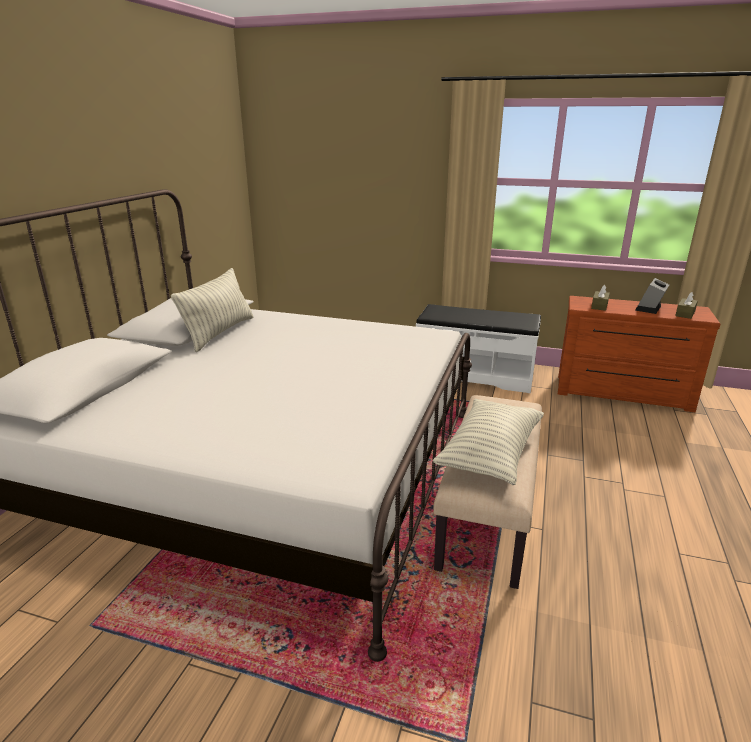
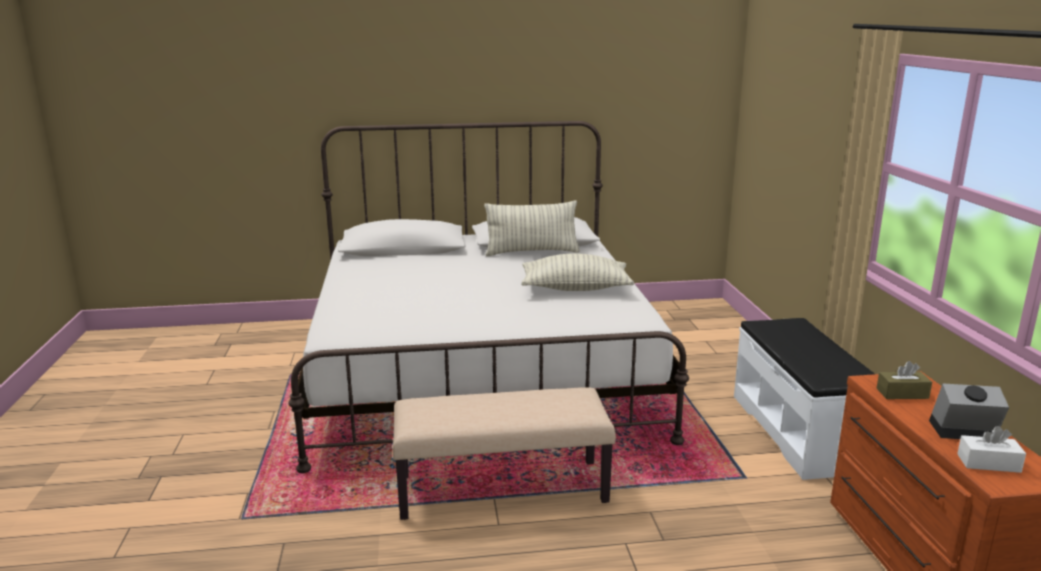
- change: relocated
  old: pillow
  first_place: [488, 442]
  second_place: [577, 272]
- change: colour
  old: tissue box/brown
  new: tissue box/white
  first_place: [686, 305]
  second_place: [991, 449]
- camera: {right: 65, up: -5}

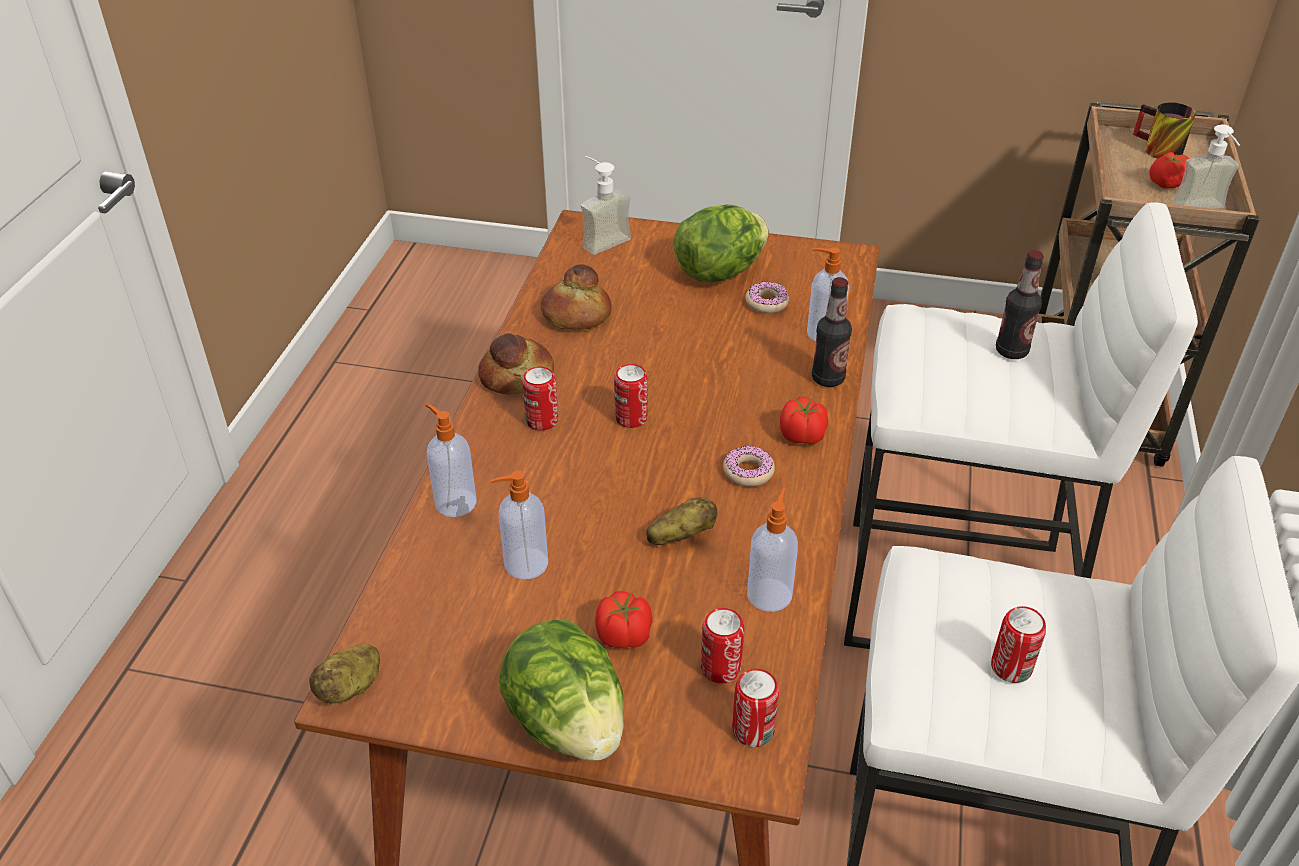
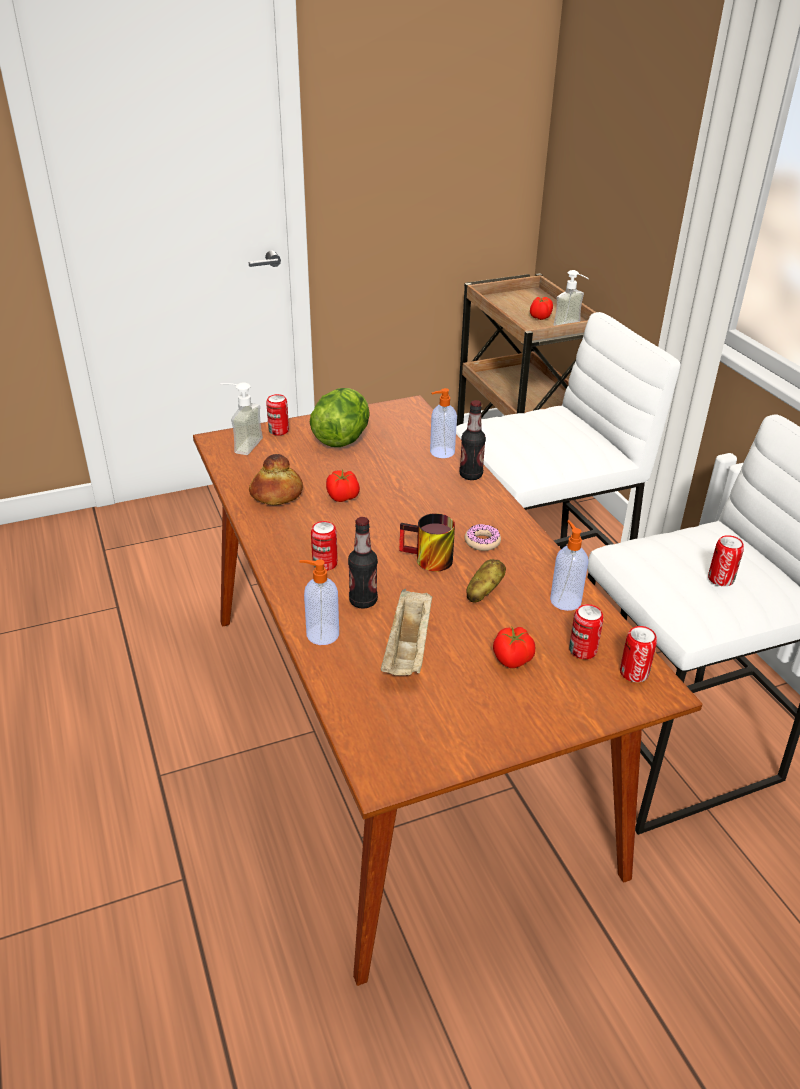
- change: relocated
  old: can
  first_place: [631, 396]
  second_place: [277, 415]
- change: relocated
  old: tomato
  first_place: [804, 420]
  second_place: [343, 486]
- change: relocated
  old: bottle
  first_place: [1020, 304]
  second_place: [363, 563]
- change: exchanged
  old: soap dispenser
  new: tray/beige
  first_place: [519, 525]
  second_place: [407, 632]
- change: relocated
  old: mug
  first_place: [1164, 130]
  second_place: [427, 542]
- change: missing
  old: potato
  first_place: [344, 674]
- change: missing
  old: bread
  first_place: [516, 364]
- change: missing
  old: lettuce
  first_place: [562, 690]
- change: missing
  old: donut
  first_place: [767, 298]
- camera: {right: -35, up: -5}

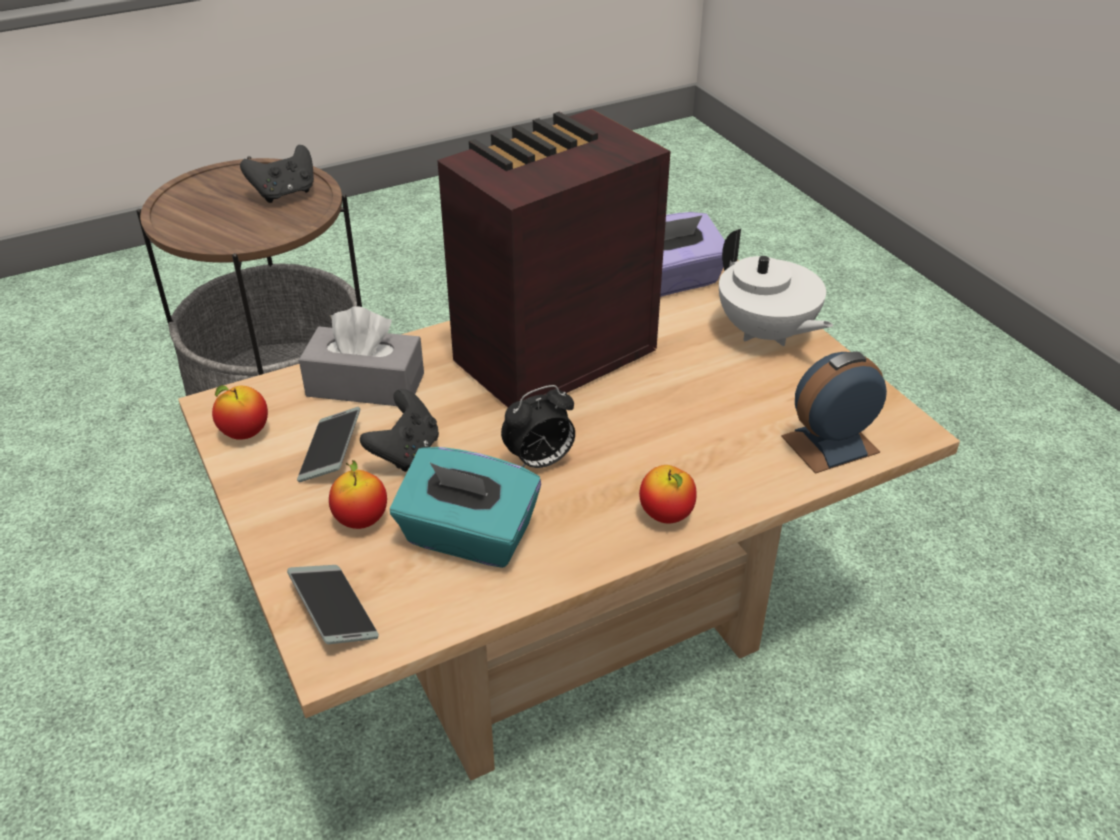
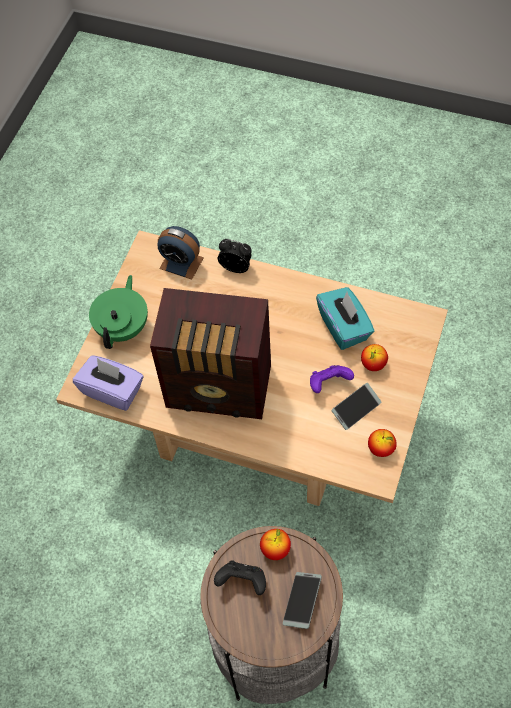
- change: colour
  old: teapot/white
  new: teapot/green
  first_place: [776, 287]
  second_place: [118, 312]
- change: relocated
  old: alarm clock
  first_place: [538, 426]
  second_place: [235, 256]
- change: relocated
  old: apple
  first_place: [668, 494]
  second_place: [275, 544]
- change: relocated
  old: phone
  first_place: [333, 604]
  second_place: [302, 600]
- change: colour
  old: game controller/black
  new: game controller/purple
  first_place: [399, 430]
  second_place: [332, 379]
- change: missing
  old: tissue box/grey
  first_place: [361, 356]
- camera: {right: -130, up: 20}

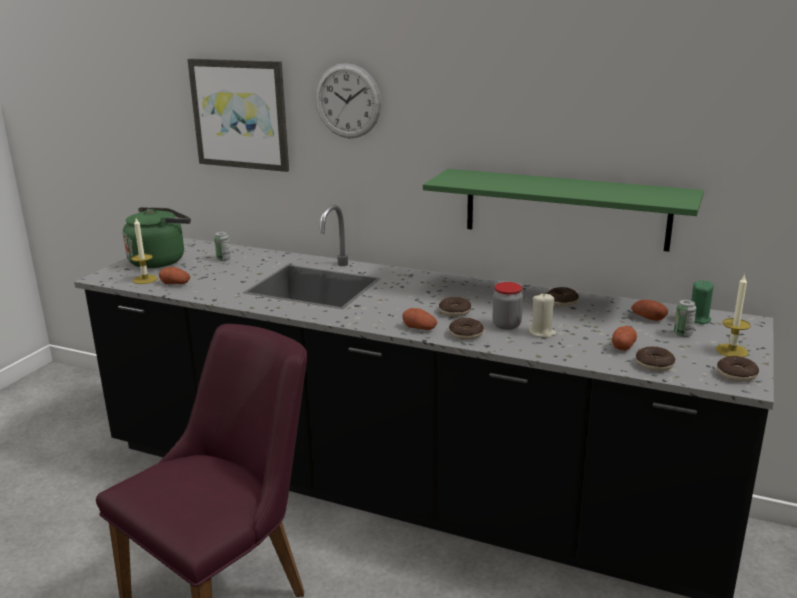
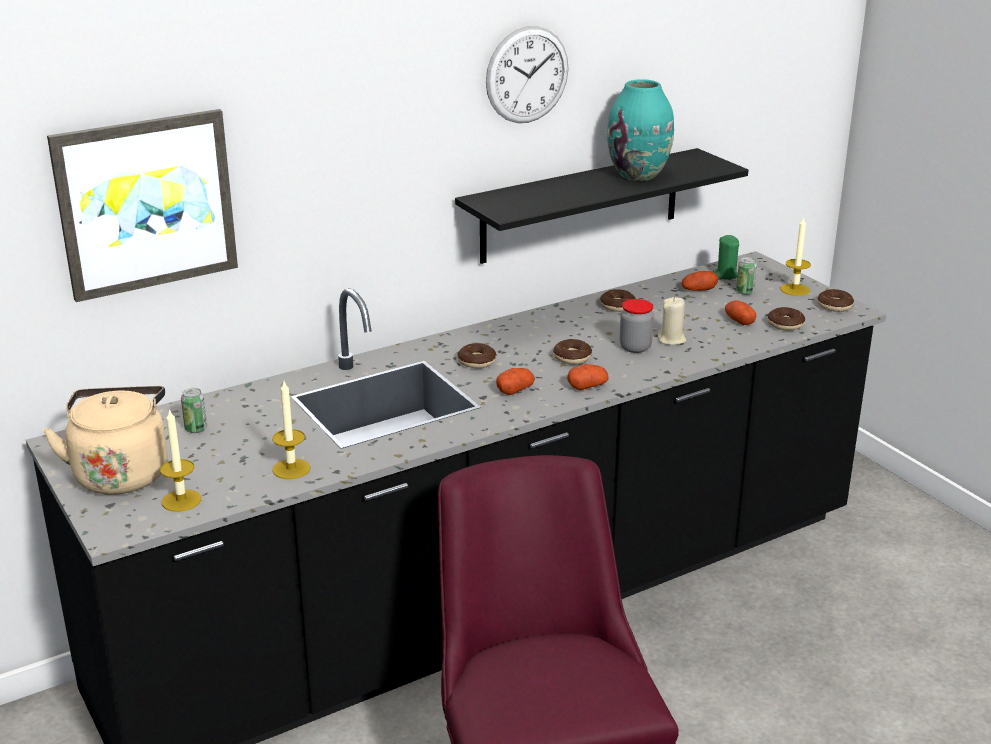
- change: colour
  old: kettle/green
  new: kettle/beige
  first_place: [157, 237]
  second_place: [105, 440]
- change: appeared
  new: candle
  second_place: [291, 430]
- change: colour
  old: shelf/green
  new: shelf/black
  first_place: [563, 210]
  second_place: [601, 206]
- change: relocated
  old: donut
  first_place: [466, 329]
  second_place: [477, 355]
- change: relocated
  old: wall clock
  first_place: [348, 100]
  second_place: [527, 74]
- change: relocated
  old: potato
  first_place: [174, 275]
  second_place: [515, 381]
- change: appeared
  new: vase/turquoise
  second_place: [640, 130]
- camera: {right: -55, up: 5}

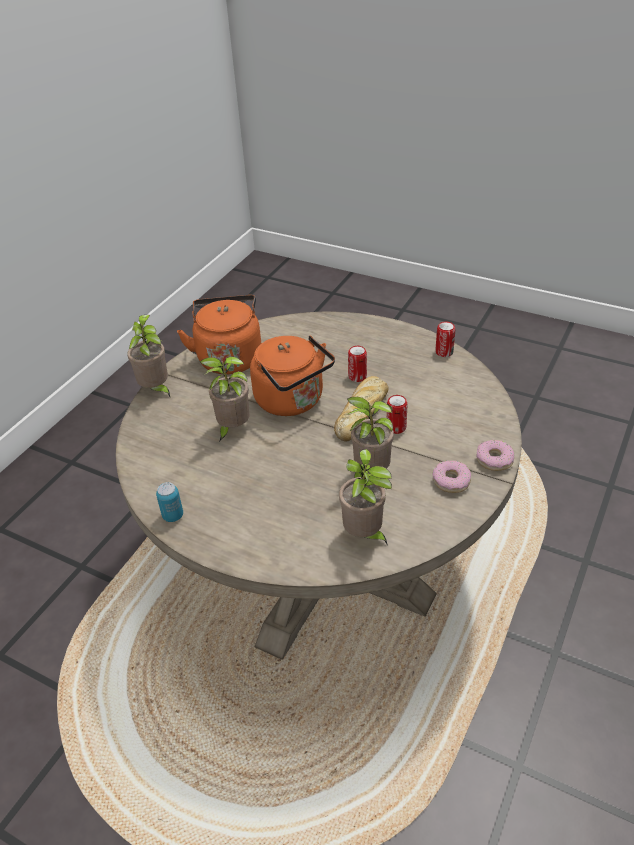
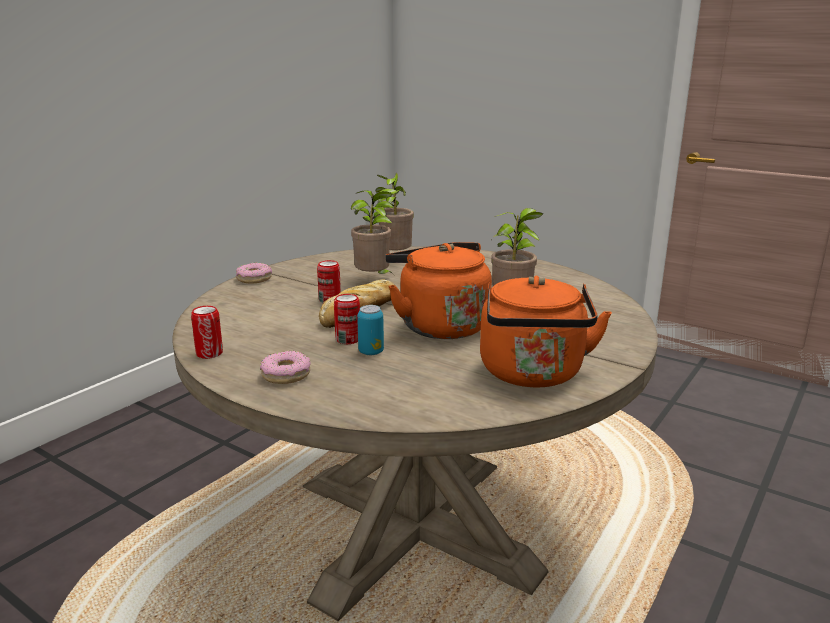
- change: relocated
  old: donut
  first_place: [451, 477]
  second_place: [285, 367]
- change: relocated
  old: can
  first_place: [169, 502]
  second_place: [370, 330]
- change: missing
  old: potted plant
  first_place: [148, 356]
- camera: {right: -175, up: -20}

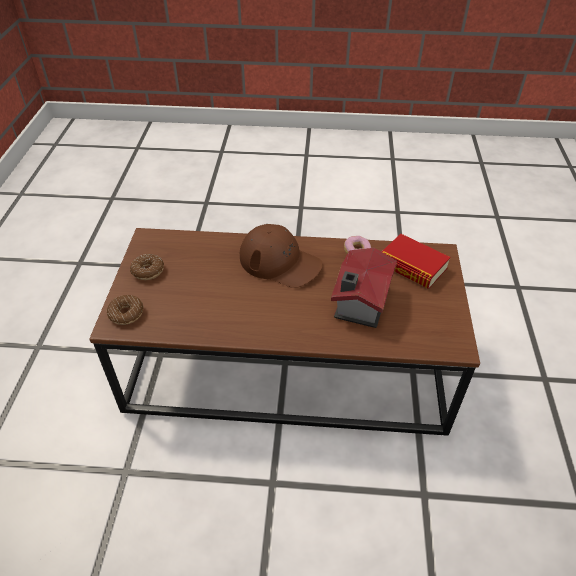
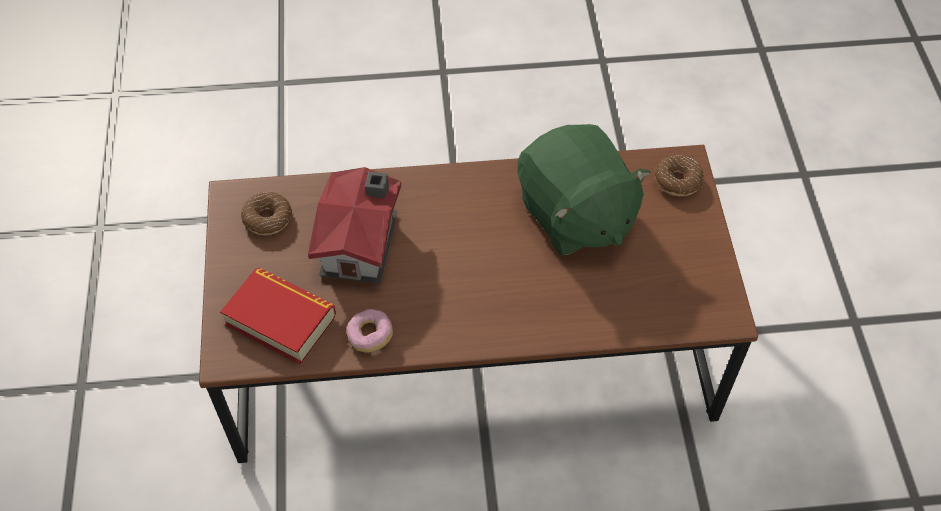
- change: relocated
  old: donut
  first_place: [147, 267]
  second_place: [266, 213]
- change: appeared
  new: plush toy/green
  second_place: [584, 189]
- change: missing
  old: cap/brown
  first_place: [281, 256]
- camera: {right: 170, up: 10}

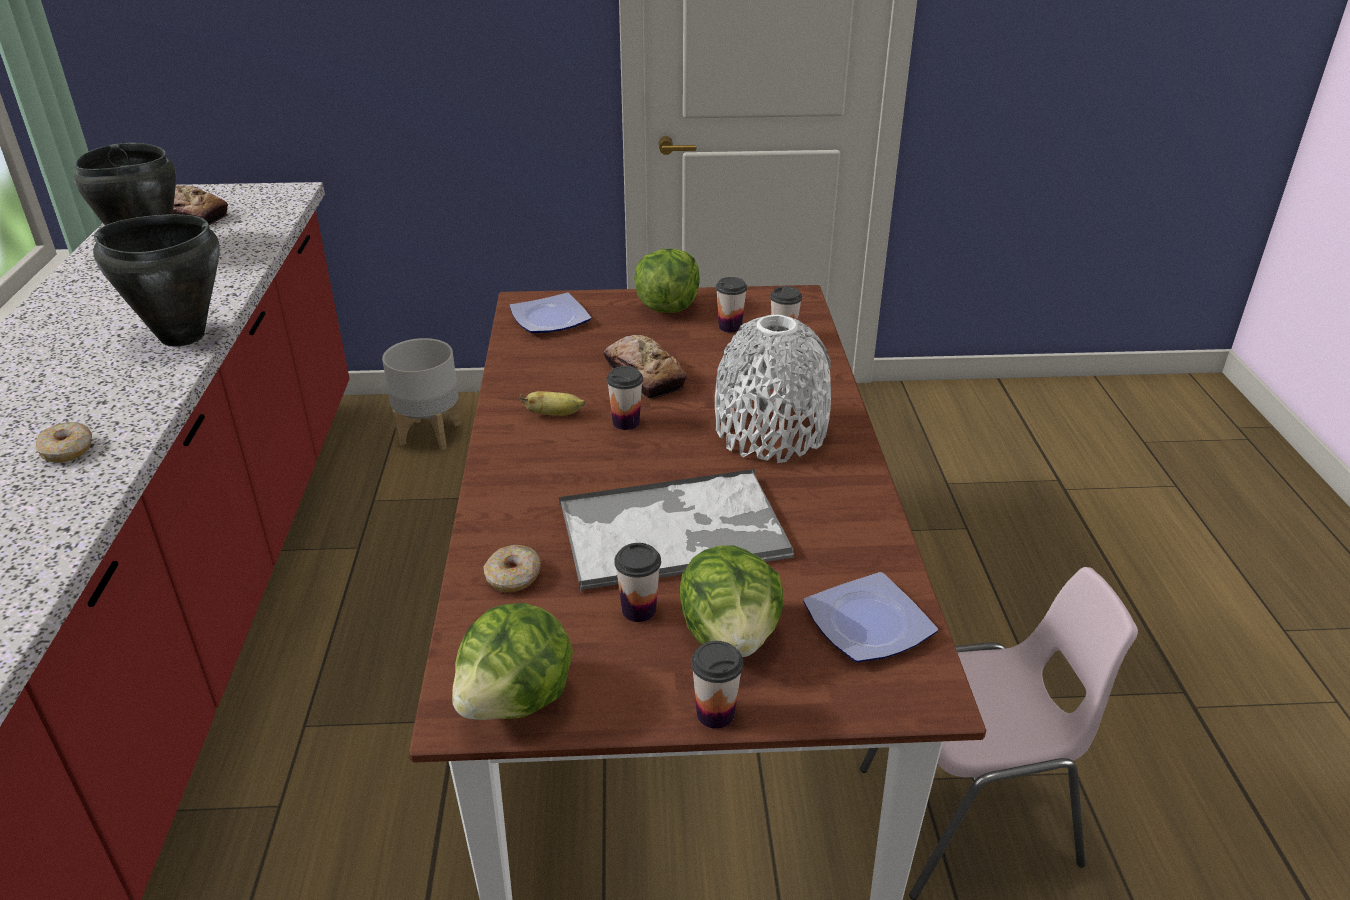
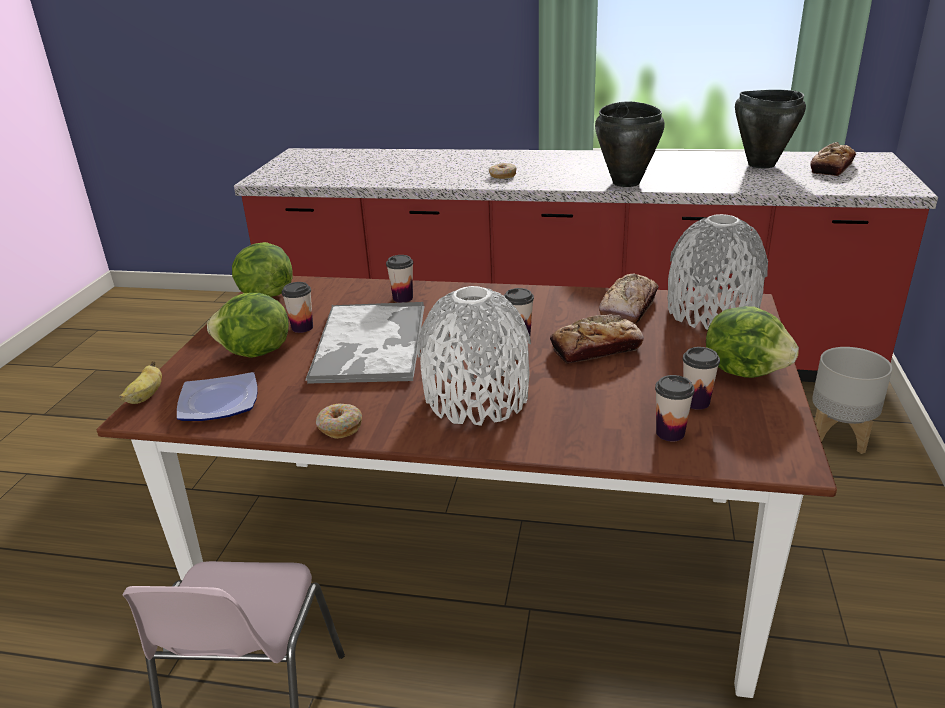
- change: relocated
  old: banana
  first_place: [552, 403]
  second_place: [140, 382]
- change: relocated
  old: donut
  first_place: [512, 568]
  second_place: [339, 421]
- change: relocated
  old: cup
  first_place: [717, 685]
  second_place: [399, 279]
- change: appeared
  new: bread
  second_place: [629, 299]
- change: exchanged
  old: plate
  new: vase/grey
  first_place: [550, 313]
  second_place: [717, 272]
- camera: {right: 105, up: -5}

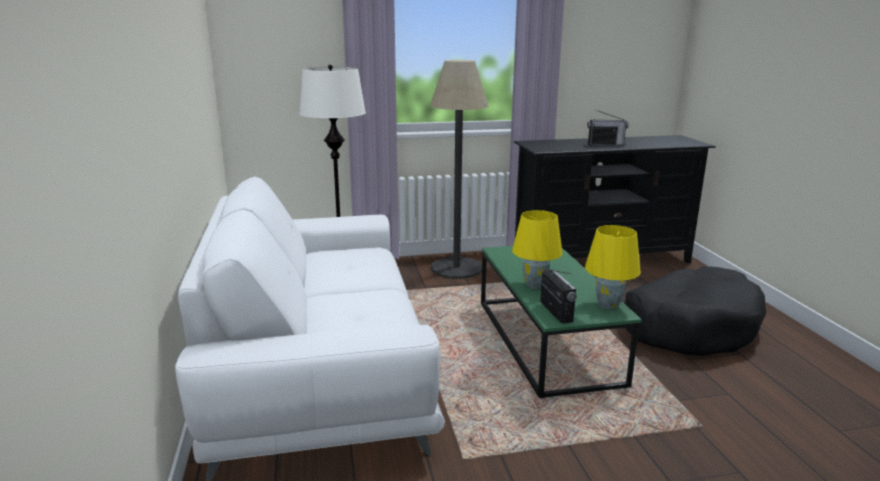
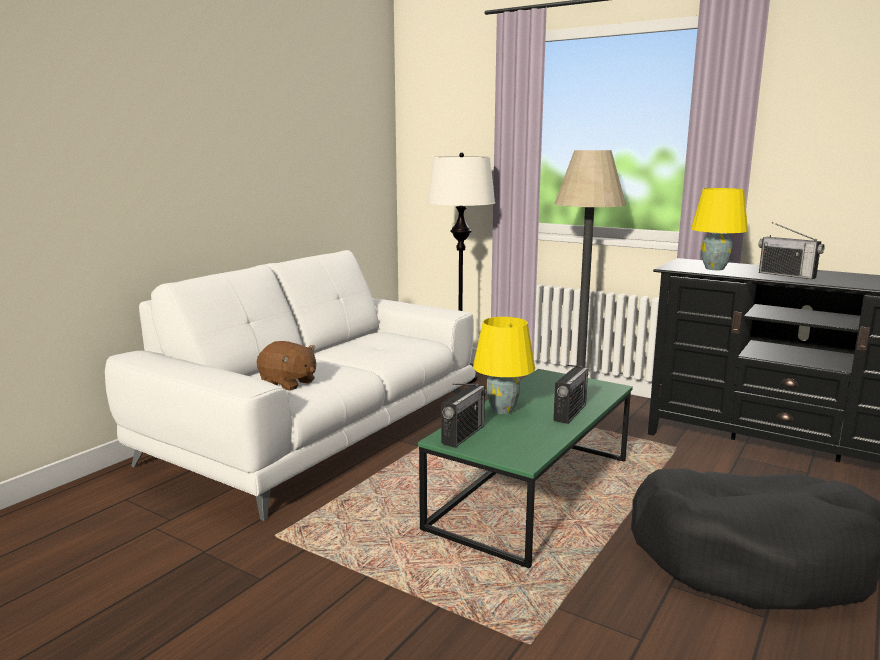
- change: appeared
  new: plush toy/brown
  second_place: [286, 366]
- change: appeared
  new: radio
  second_place: [571, 394]
- change: relocated
  old: table lamp/yellow
  first_place: [613, 267]
  second_place: [719, 229]
- camera: {right: 45, up: -5}

